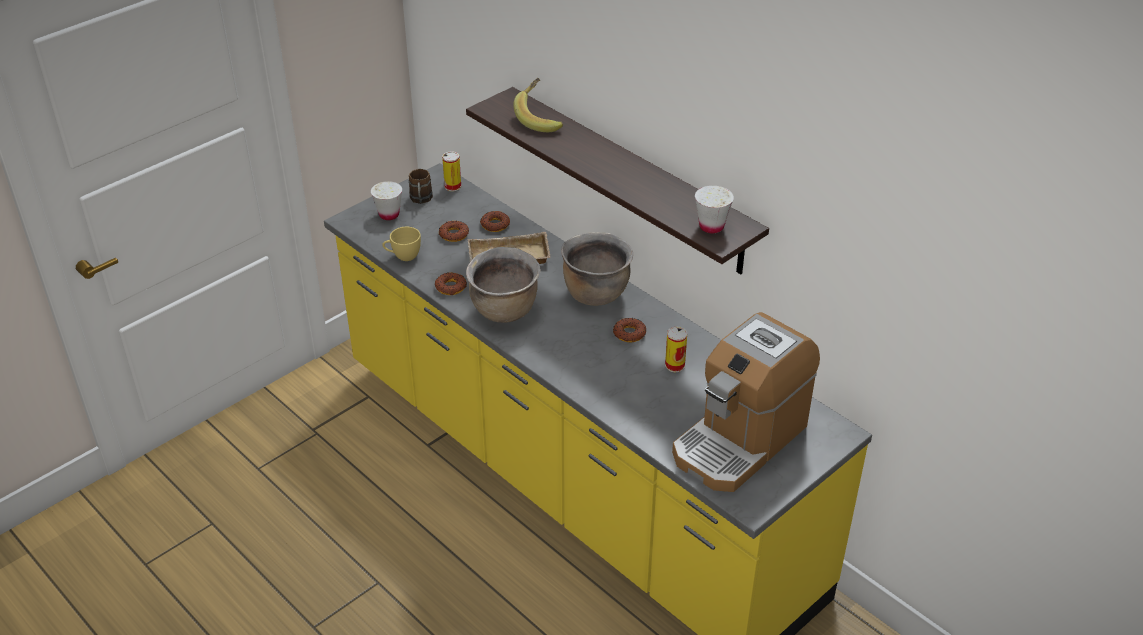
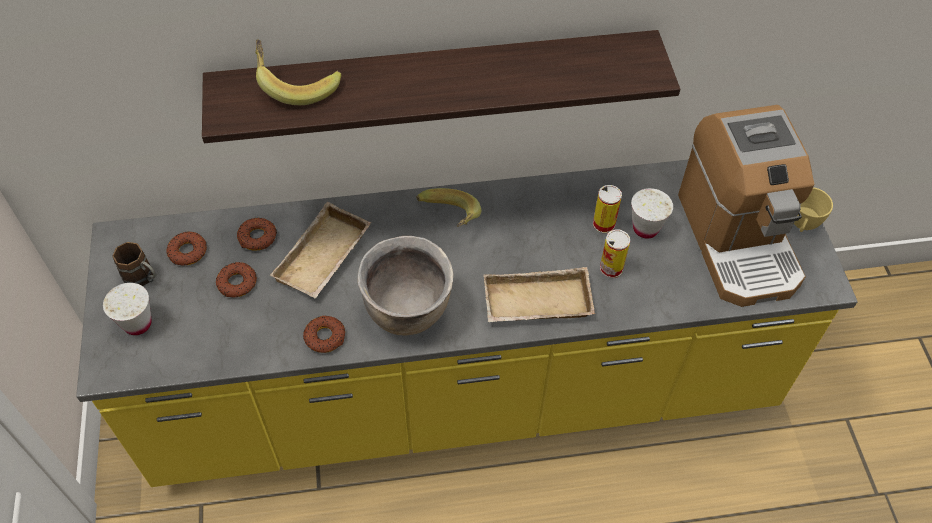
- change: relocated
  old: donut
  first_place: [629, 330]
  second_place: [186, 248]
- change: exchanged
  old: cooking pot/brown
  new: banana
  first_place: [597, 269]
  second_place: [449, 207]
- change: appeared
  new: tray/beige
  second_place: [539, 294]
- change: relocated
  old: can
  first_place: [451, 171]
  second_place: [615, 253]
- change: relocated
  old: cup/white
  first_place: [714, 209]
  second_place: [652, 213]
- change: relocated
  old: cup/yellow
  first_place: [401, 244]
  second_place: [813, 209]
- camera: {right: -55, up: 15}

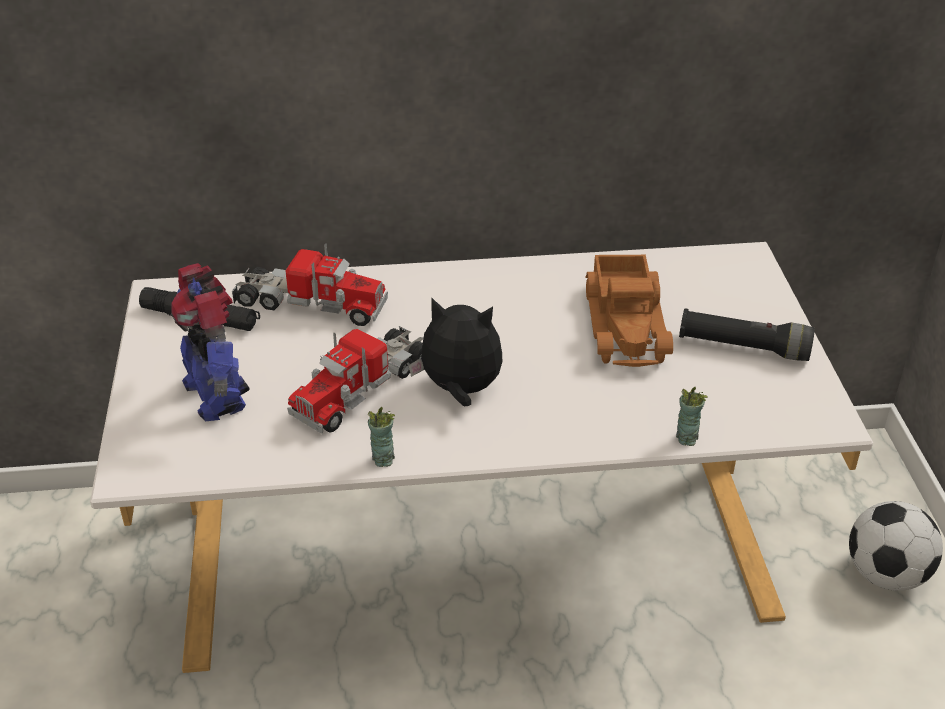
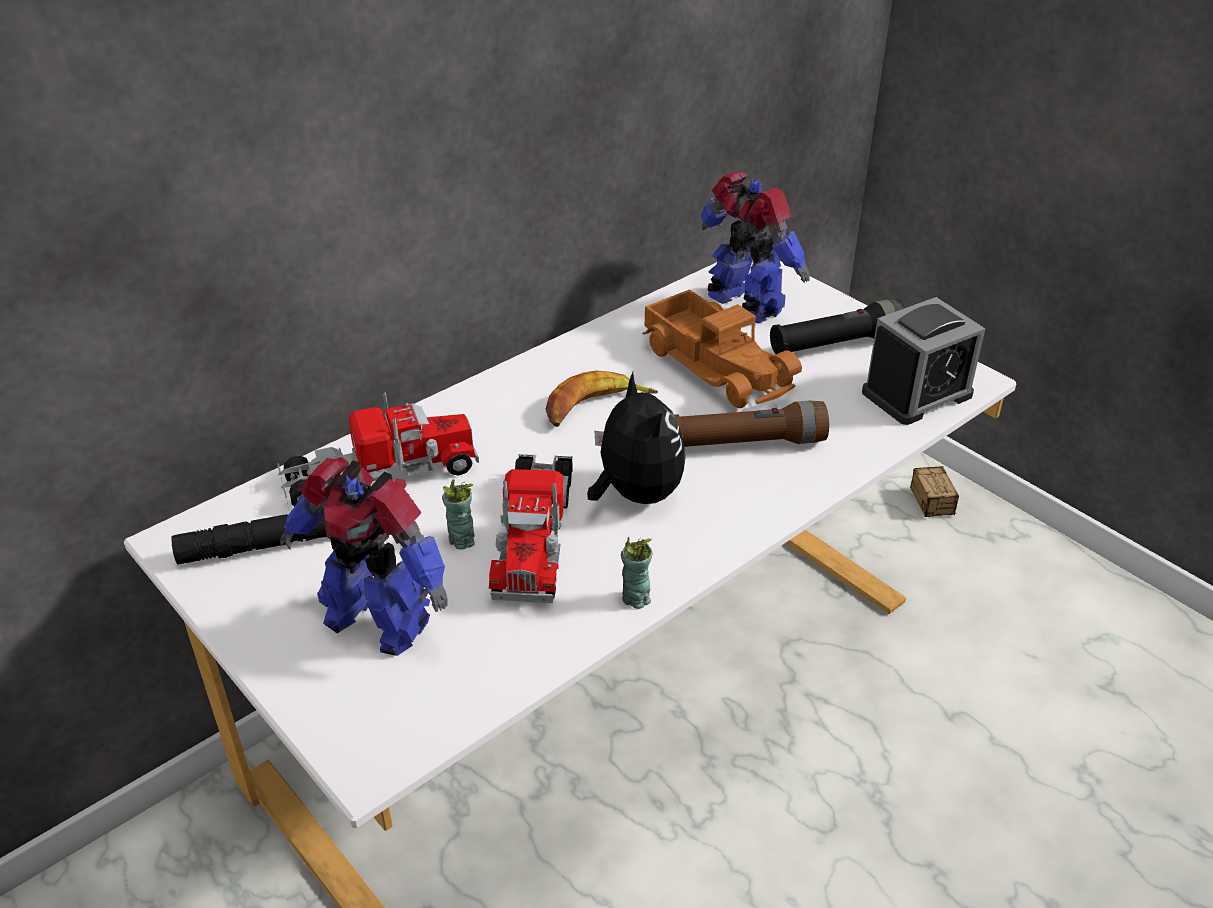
- change: relocated
  old: cup
  first_place: [691, 416]
  second_place: [458, 514]
- change: appeared
  new: banana
  second_place: [601, 398]
- change: spun
  old: plush toy
  first_place: [455, 351]
  second_place: [636, 438]
  degrees: 90
- change: appeared
  new: flashlight/brown
  second_place: [751, 424]
- change: appeared
  new: toy robot
  second_place: [755, 247]
- change: appeared
  new: alarm clock
  second_place: [923, 361]
- change: exchanged
  old: football
  new: storage box
  first_place: [896, 546]
  second_place: [952, 491]
- camera: {right: -35, up: 0}

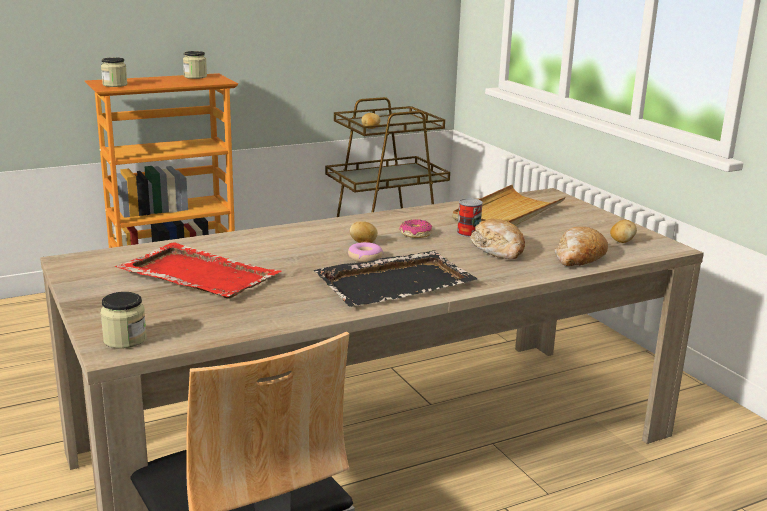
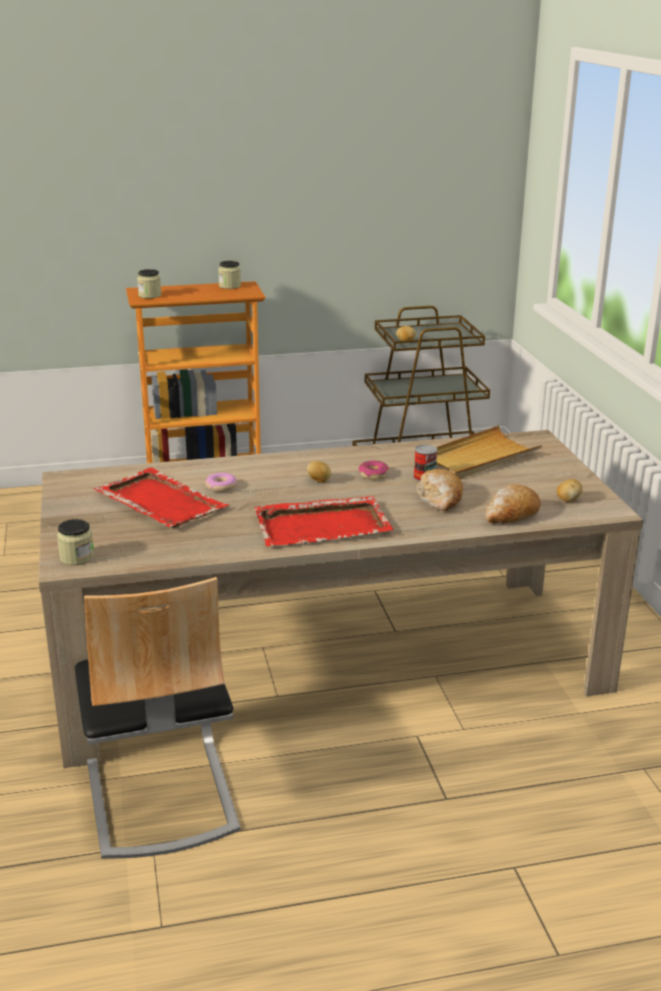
- change: relocated
  old: donut
  first_place: [365, 252]
  second_place: [221, 482]
- change: colour
  old: tray/black
  new: tray/red
  first_place: [395, 278]
  second_place: [323, 521]
- camera: {right: 15, up: 5}

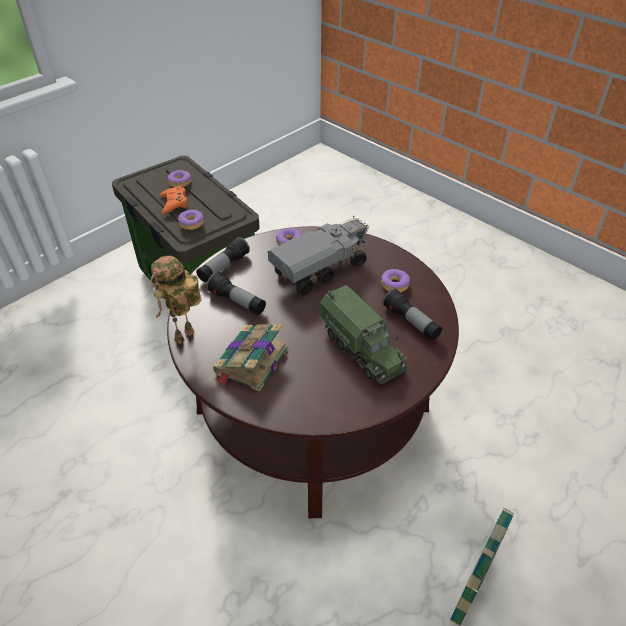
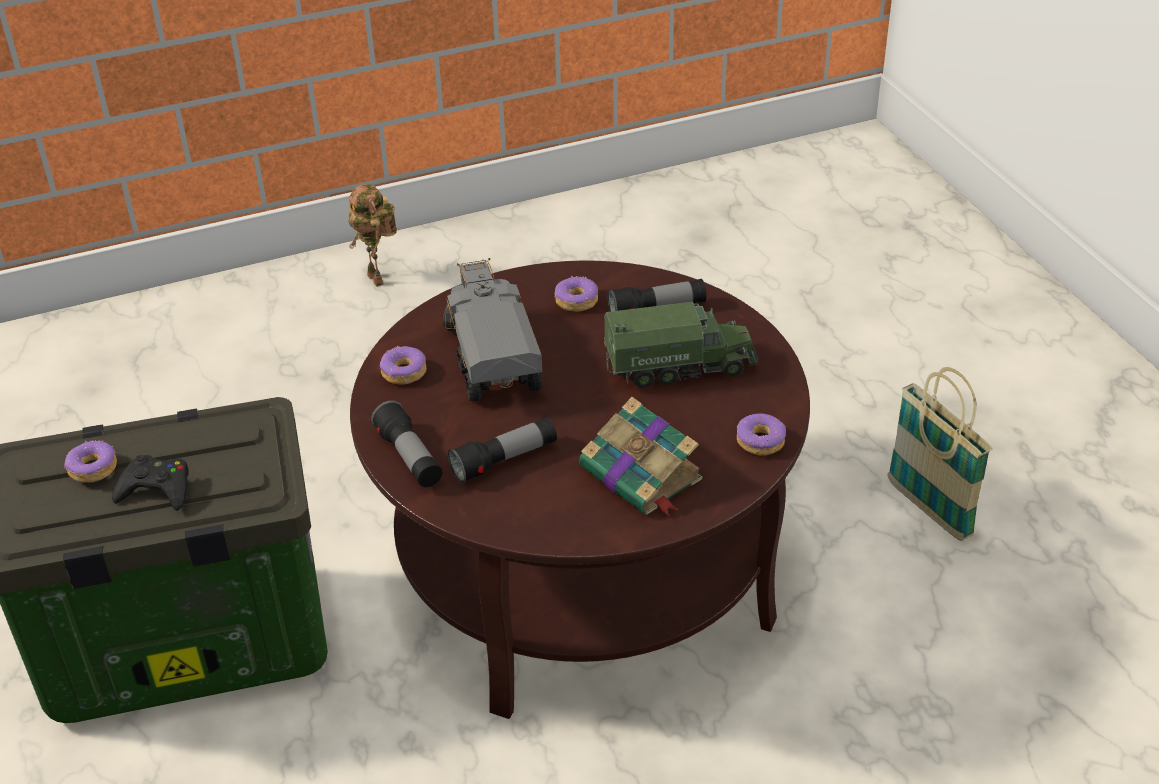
- change: colour
  old: game controller/orange
  new: game controller/black
  first_place: [174, 200]
  second_place: [150, 483]
- change: relocated
  old: toy robot
  first_place: [175, 300]
  second_place: [372, 235]
- change: relocated
  old: donut
  first_place: [191, 220]
  second_place: [761, 434]
- camera: {right: -65, up: -5}

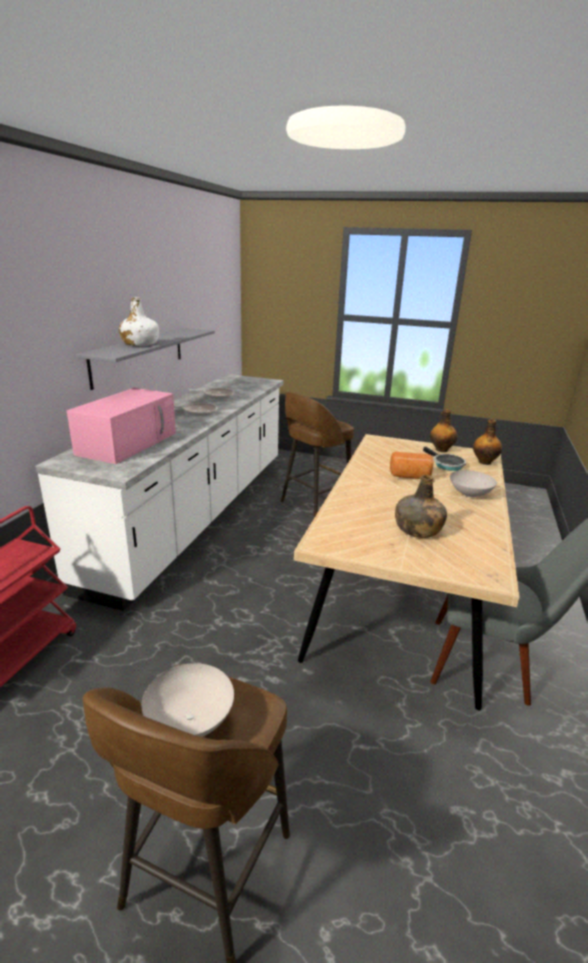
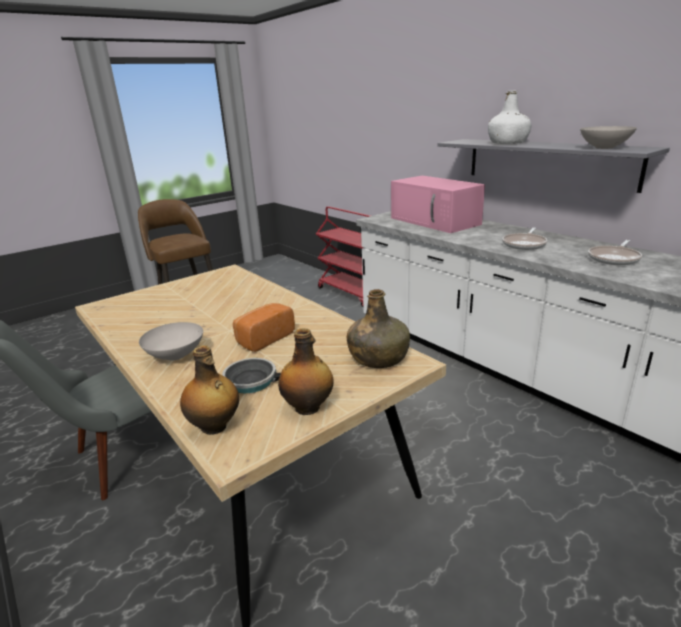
- change: relocated
  old: bottle/green
  first_place: [421, 506]
  second_place: [378, 328]
- change: relocated
  old: bowl/white
  first_place: [188, 700]
  second_place: [608, 137]
- change: missing
  old: stool/brown
  first_place: [317, 455]
- camera: {right: 125, up: 0}

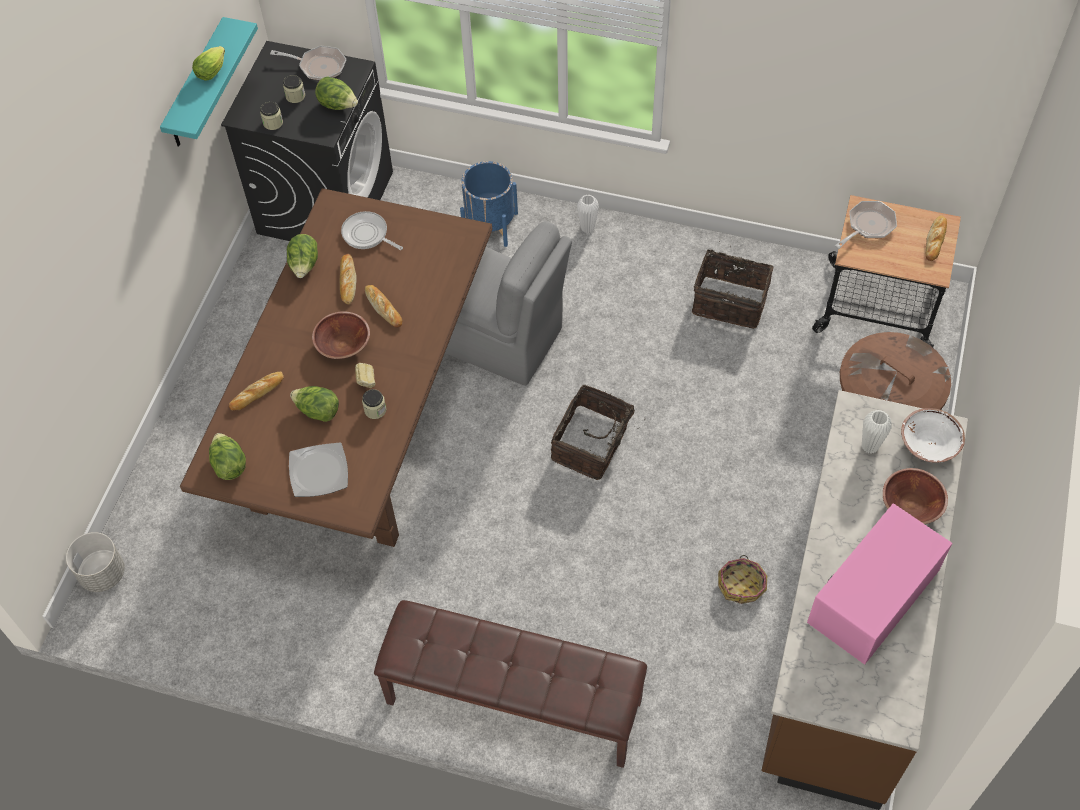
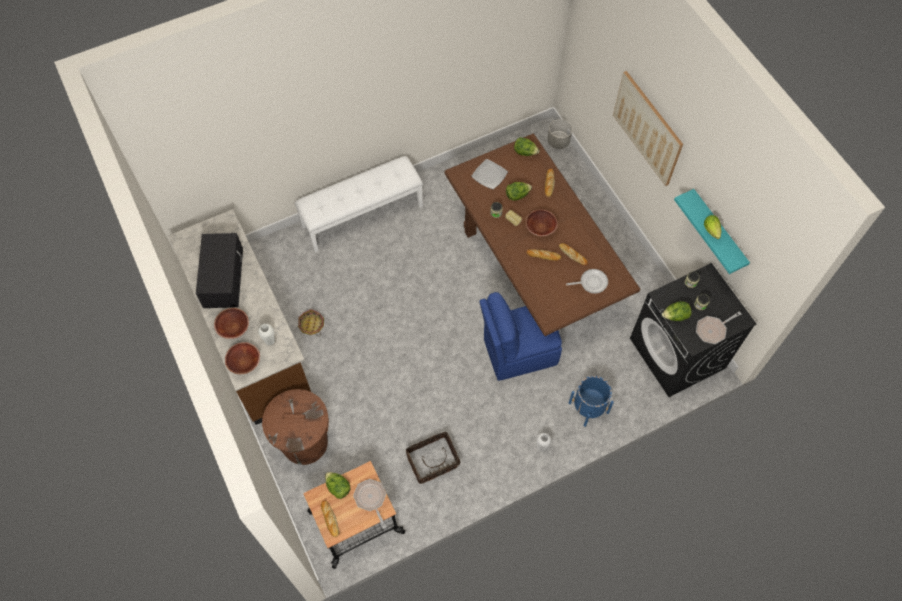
- change: colour
  old: microwave/pink
  new: microwave/black
  first_place: [879, 584]
  second_place: [219, 270]
- change: colour
  old: bowl/white
  new: bowl/brown
  first_place: [933, 435]
  second_place: [242, 358]
- change: colour
  old: bench/brown
  new: bench/white
  first_place: [510, 684]
  second_place: [358, 204]
- change: relocated
  old: lettuce
  first_place: [302, 256]
  second_place: [337, 485]
- change: spun
  old: frying pan
  first_place: [866, 225]
  second_place: [370, 504]
  degrees: 150
- change: colour
  old: chair/grey
  new: chair/blue
  first_place: [508, 303]
  second_place: [520, 336]
- change: appeared
  new: picture
  second_place: [648, 128]
- change: missing
  old: basket
  first_place: [594, 432]
- camera: {right: 135, up: 5}

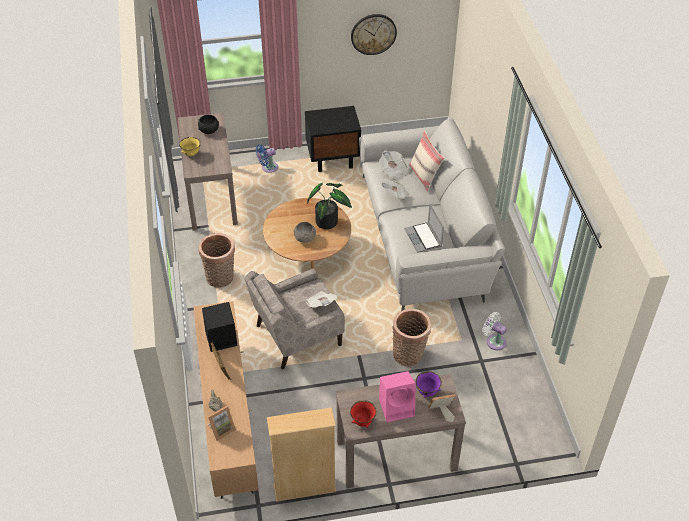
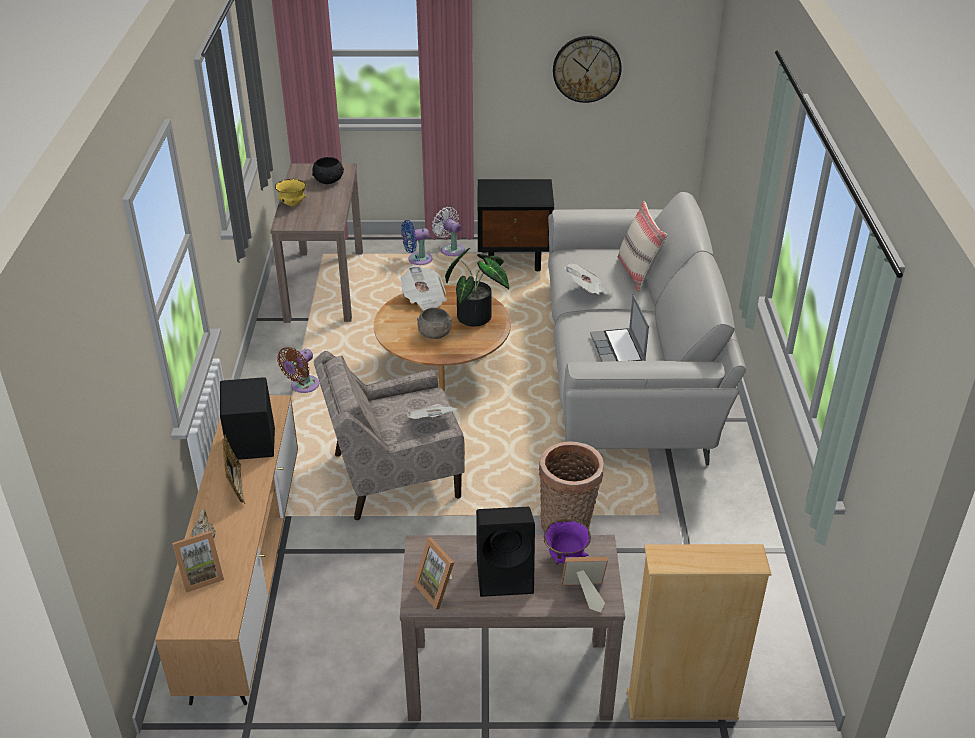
- change: exchanged
  old: basket
  new: fan/brown
  first_place: [217, 260]
  second_place: [298, 370]
- change: relocated
  old: newspaper
  first_place: [394, 166]
  second_place: [423, 288]
- change: exchanged
  old: bowl/red
  new: picture frame
  first_place: [363, 414]
  second_place: [434, 573]
- change: relocated
  old: fan/white
  first_place: [494, 331]
  second_place: [448, 231]
- change: colour
  old: speaker/pink
  new: speaker/black
  first_place: [397, 396]
  second_place: [505, 552]
- change: relocated
  old: bookcase/beige
  first_place: [301, 455]
  second_place: [699, 632]
- camera: {right: 10, up: -10}

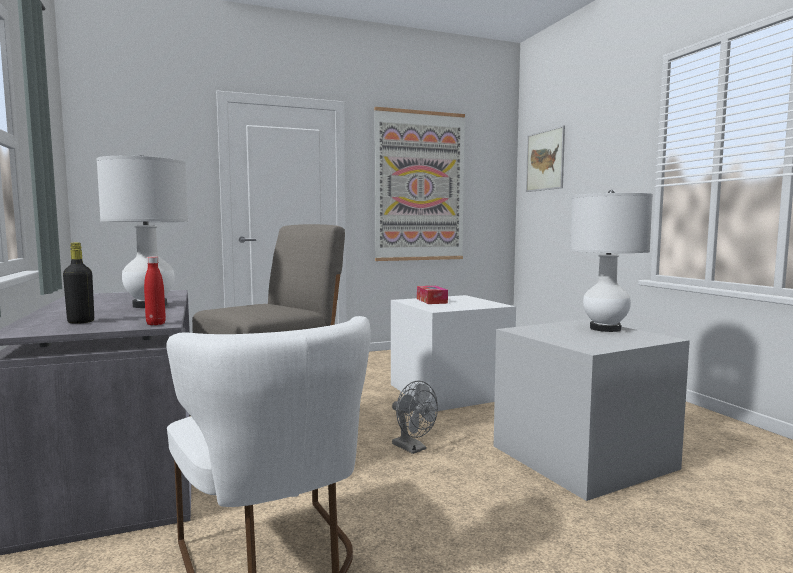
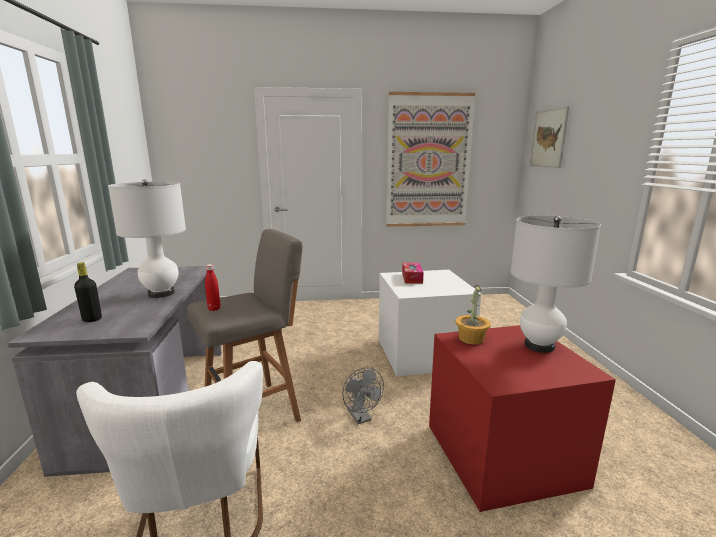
- change: relocated
  old: bottle/red
  first_place: [155, 290]
  second_place: [212, 287]
- change: colour
  old: storage box/grey
  new: storage box/red
  first_place: [592, 410]
  second_place: [522, 418]
- change: appeared
  new: potted plant
  second_place: [473, 315]
- camera: {right: 15, up: 10}

